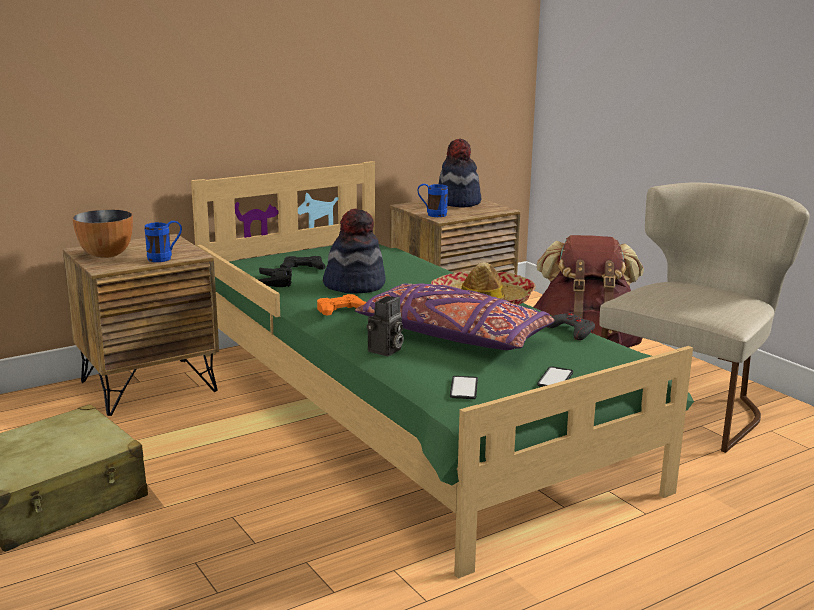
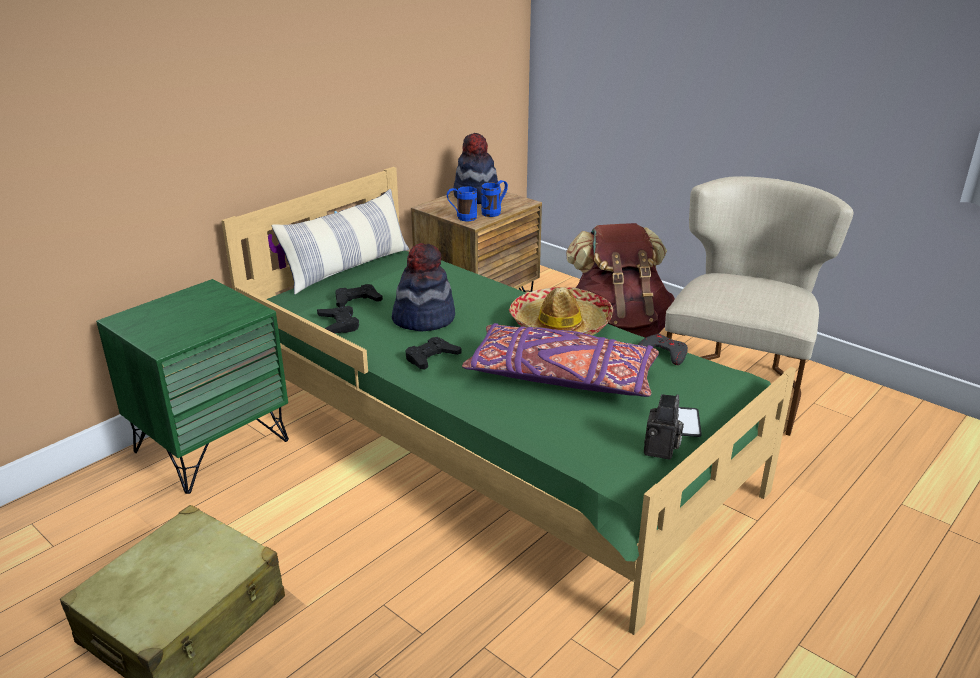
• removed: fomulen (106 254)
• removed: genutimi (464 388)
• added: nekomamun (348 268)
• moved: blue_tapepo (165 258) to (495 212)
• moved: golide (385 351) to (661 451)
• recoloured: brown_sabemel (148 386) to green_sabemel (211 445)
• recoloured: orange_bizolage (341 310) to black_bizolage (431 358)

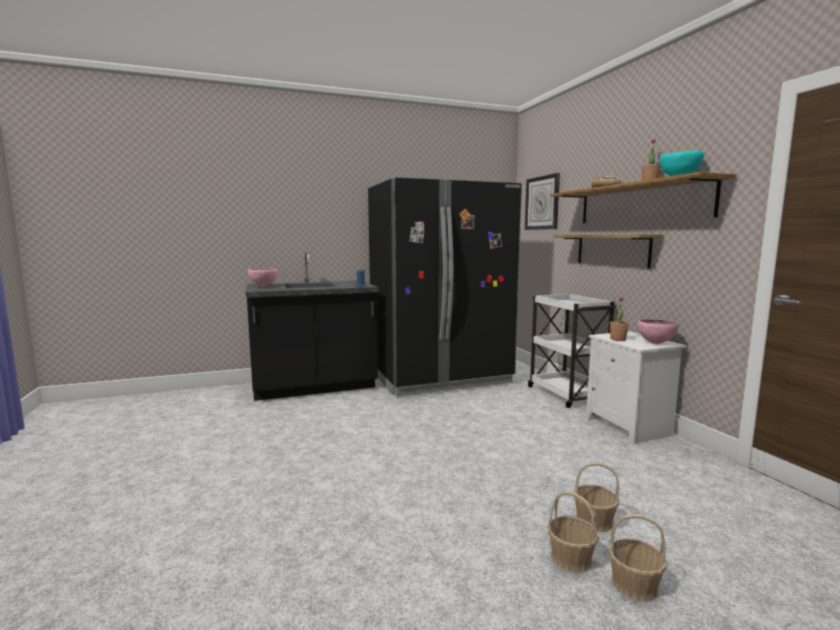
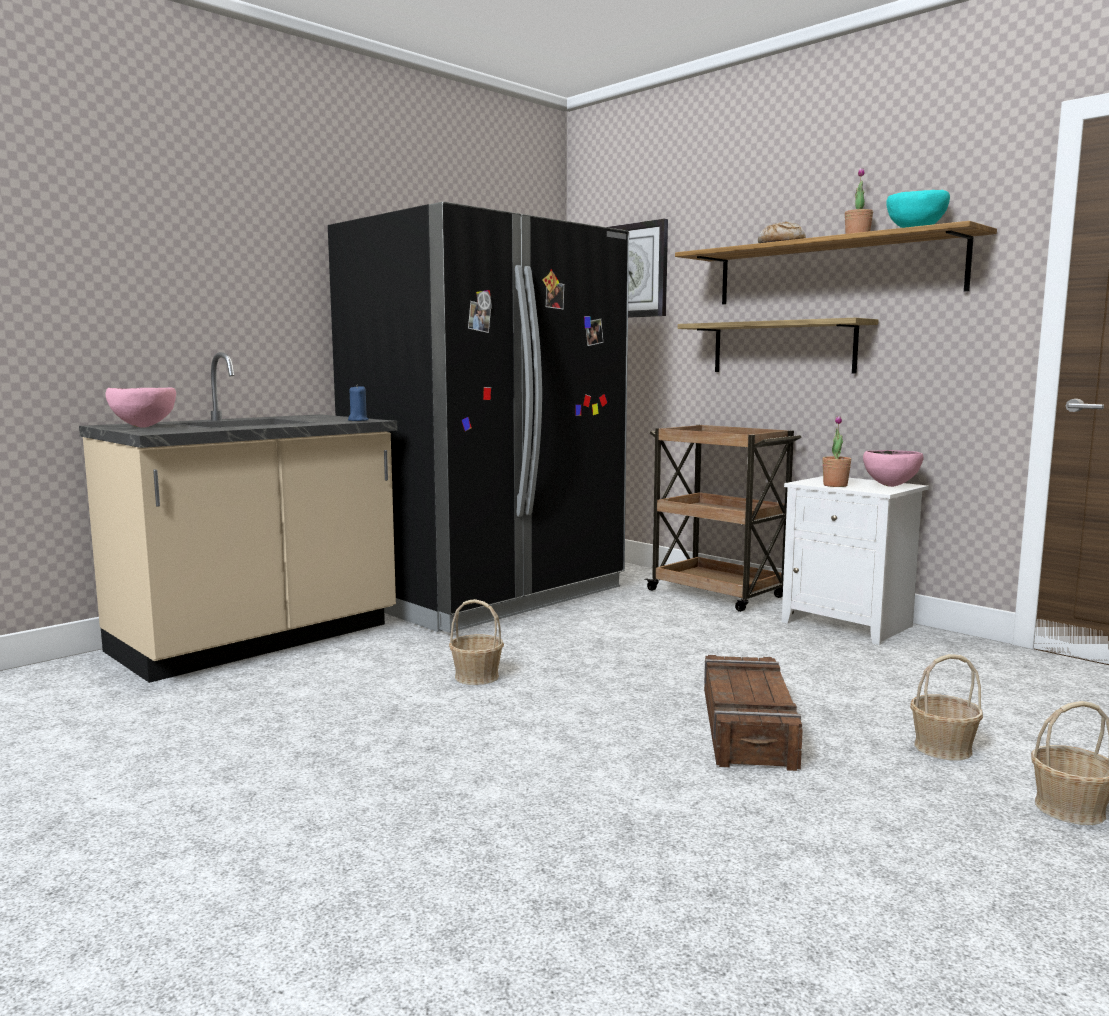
• added: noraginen (748 727)
• moved: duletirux (570 558) to (476 676)
• recoloured: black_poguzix (314 387) to beige_poguzix (257 640)
• recoloured: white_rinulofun (566 395) to brown_rinulofun (718 594)

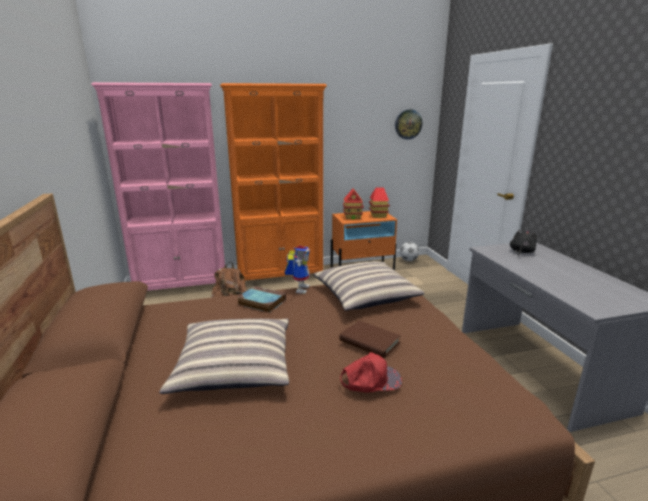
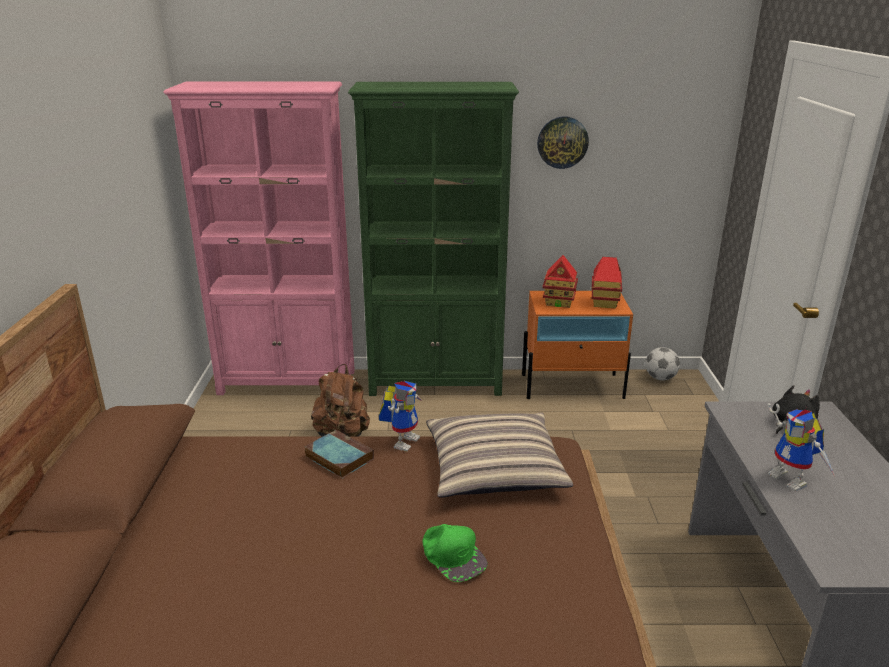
• removed: nekomamun (234 366)
• removed: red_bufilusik (370 379)
• added: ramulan (793 479)
• moved: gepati (408 124) to (562 142)
• replaced: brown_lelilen (369 342) to green_bufilusik (453 555)
• recoloured: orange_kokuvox (281 276) to green_kokuvox (436 383)

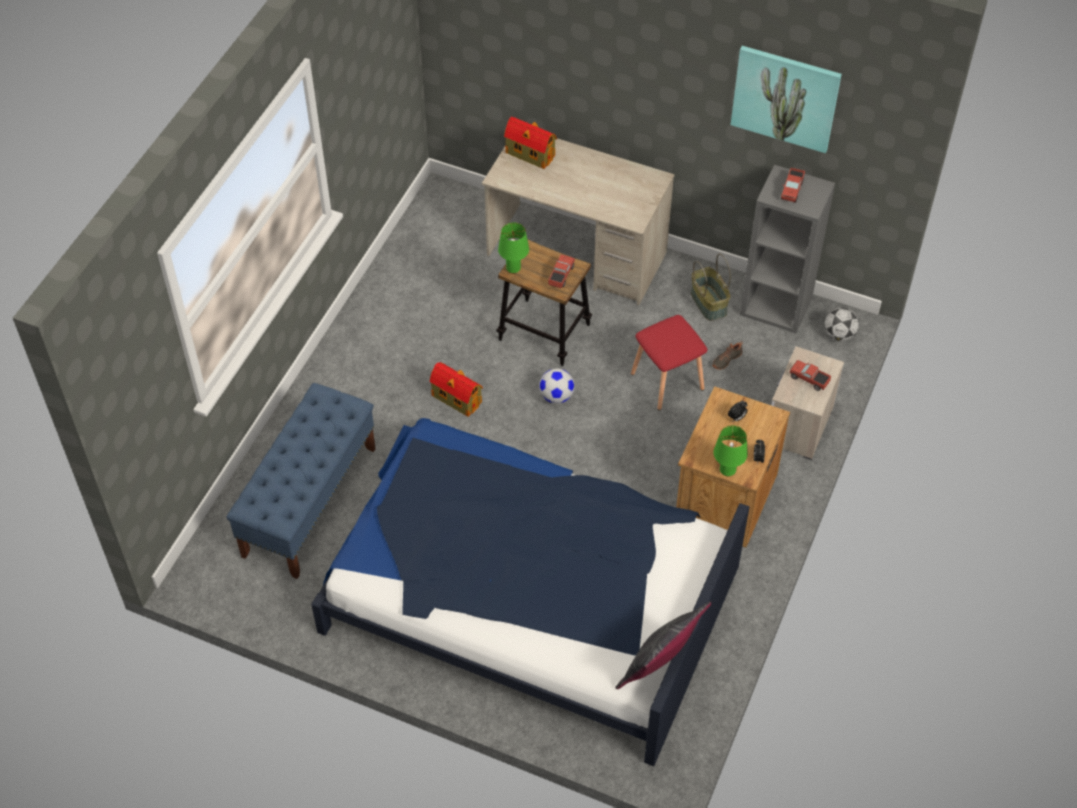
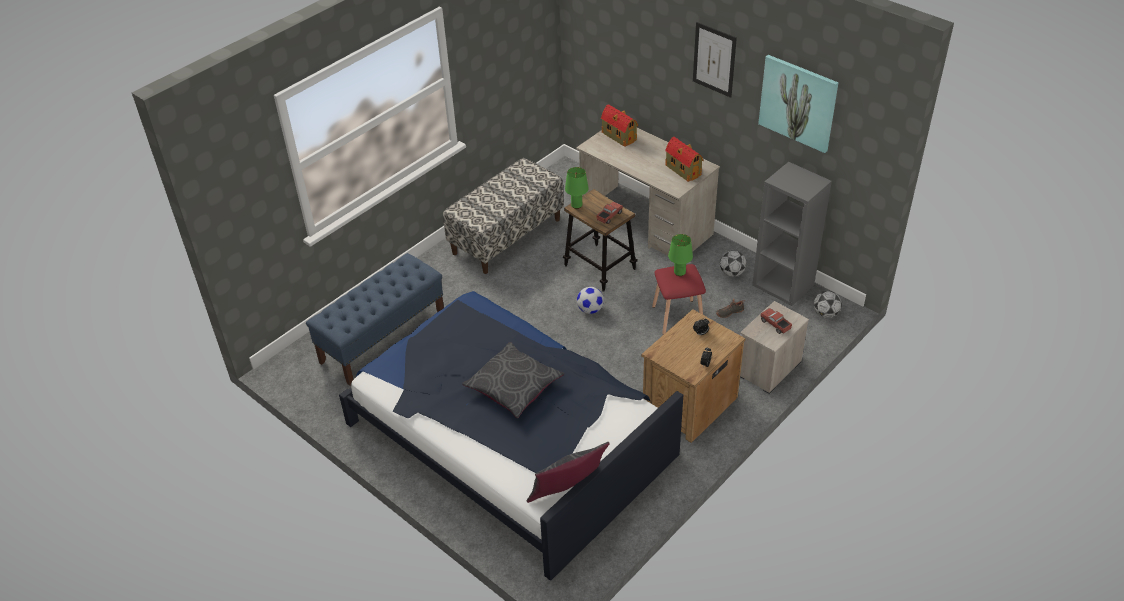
• removed: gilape (792 190)
• added: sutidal (506 236)
• added: grey_nekomamun (514 386)
• added: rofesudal (714 59)
• moved: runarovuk (456 398) to (682 170)
• moved: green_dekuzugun (728 471) to (680 273)
• replaced: duletirux (709 303) to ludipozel (732 273)

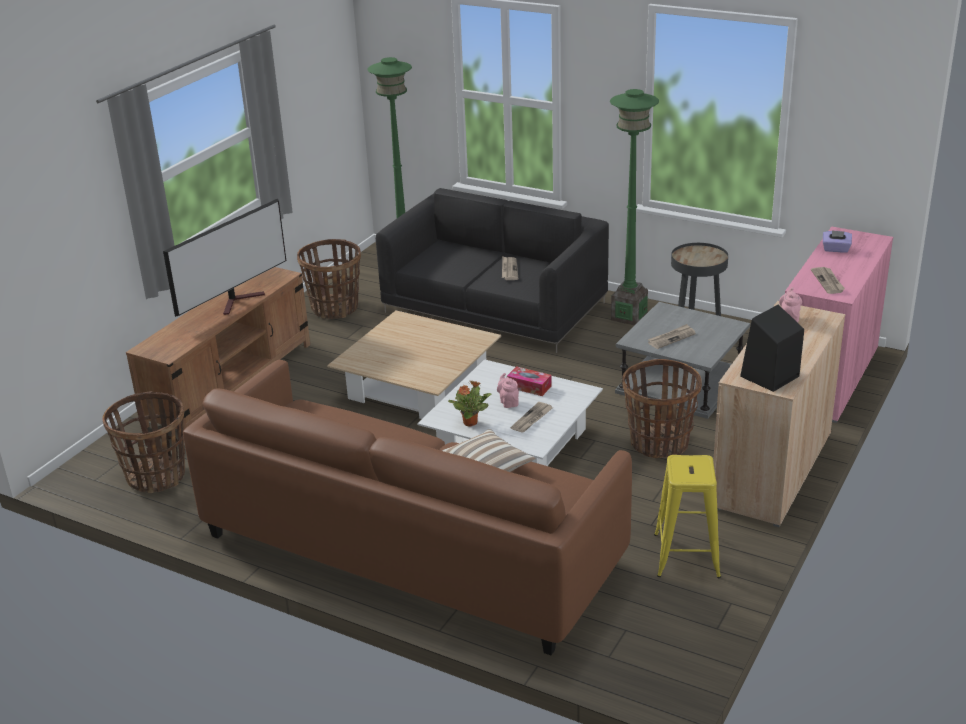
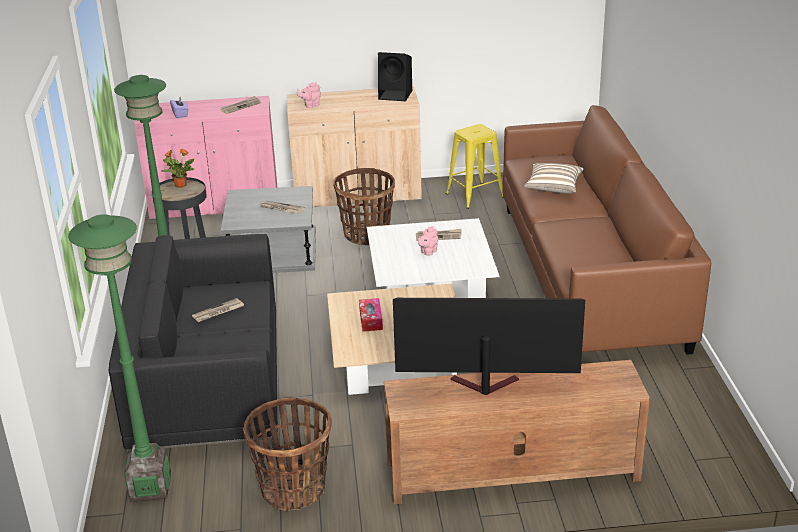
• removed: duletirux (156 476)
• moved: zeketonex (470 422) to (180 185)
• moved: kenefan (529 386) to (371 320)

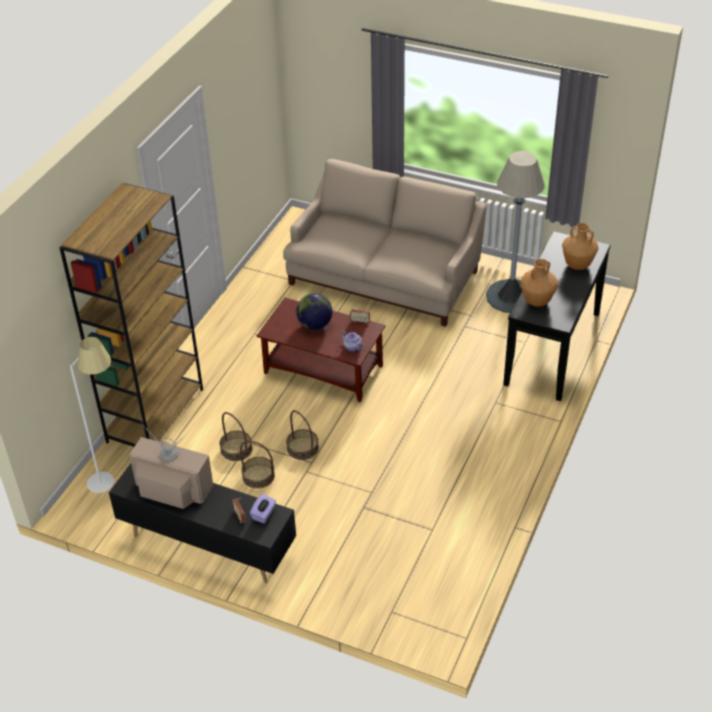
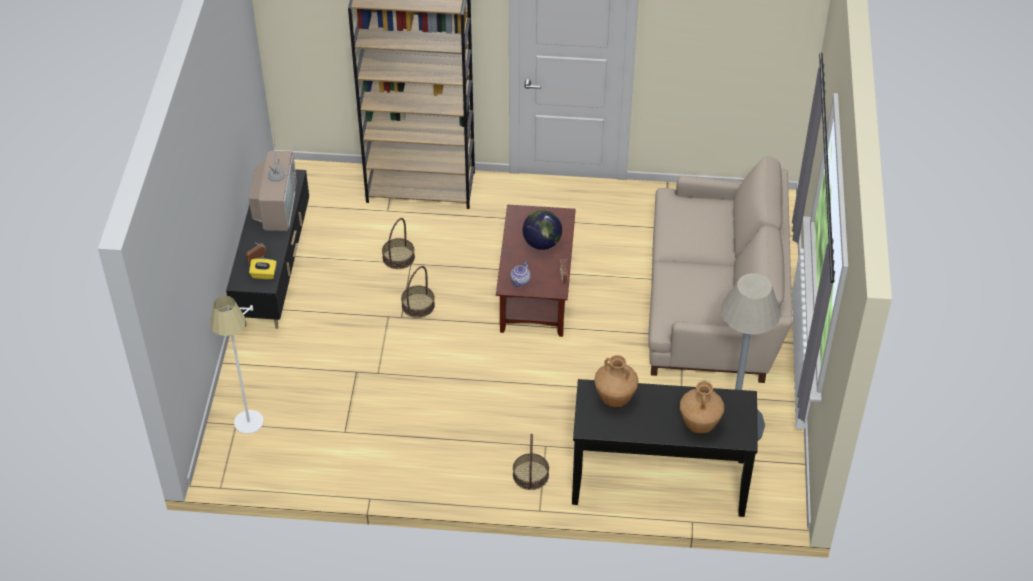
• moved: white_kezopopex (113 482) to (251 432)
• moved: duletirux (258 476) to (531 475)
• recoloured: purple_kenefan (264 514) to yellow_kenefan (264 274)

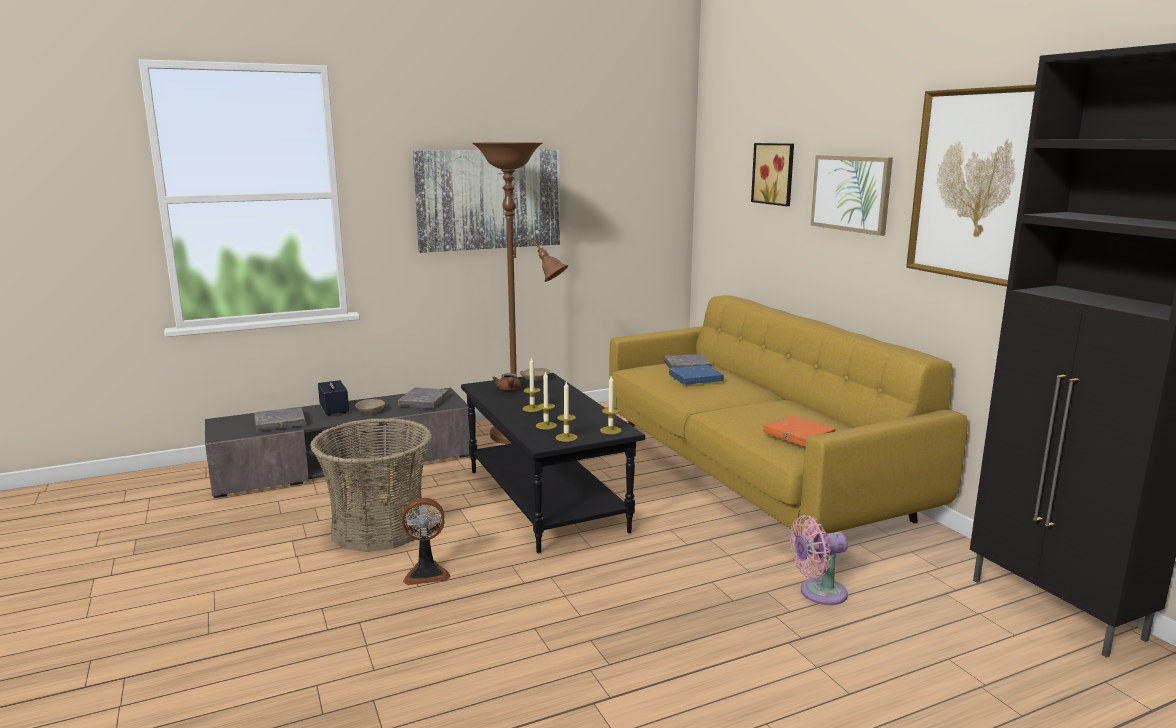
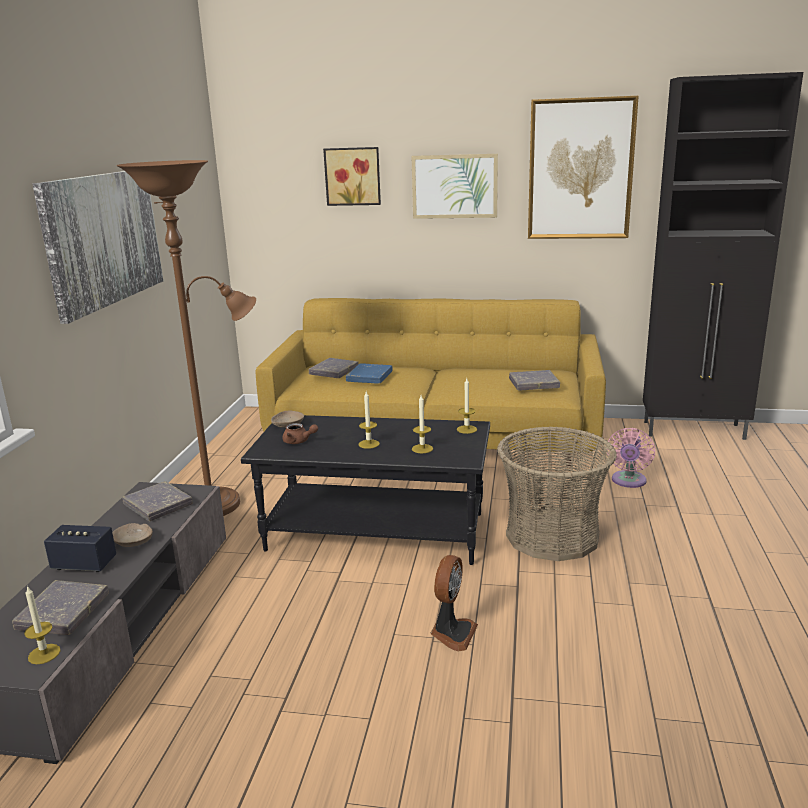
• moved: duletirux (379 528) to (552 535)
• moved: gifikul (566 437) to (44 654)
• recoloured: orange_lelilen (798 435) to grey_lelilen (533 384)

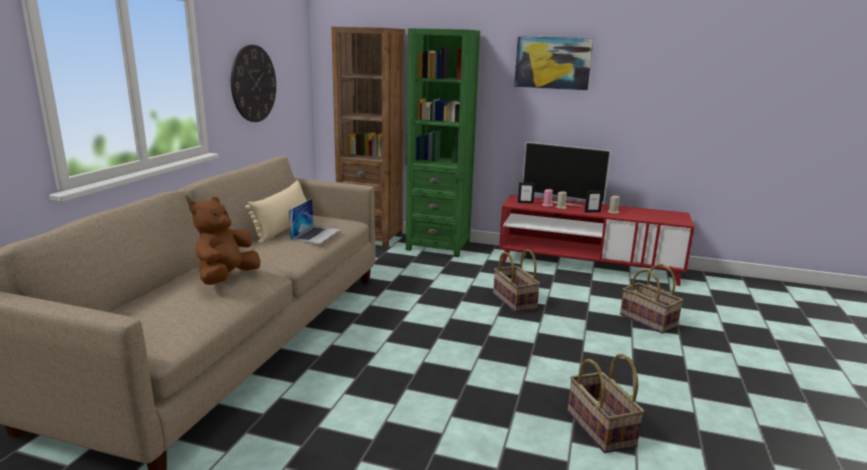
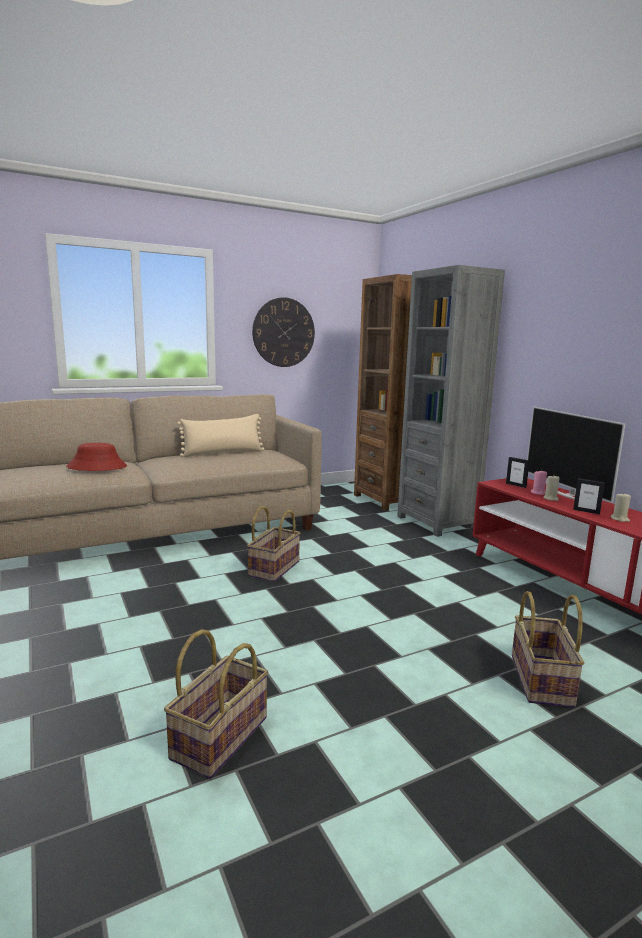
• removed: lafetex (316 234)
• removed: rofesudal (552 63)
• moved: duletirux (513 301) to (273 568)
• replaced: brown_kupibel (226 278) to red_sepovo (97 467)
• recoloured: green_kokuvox (438 246) to grey_kokuvox (437 522)

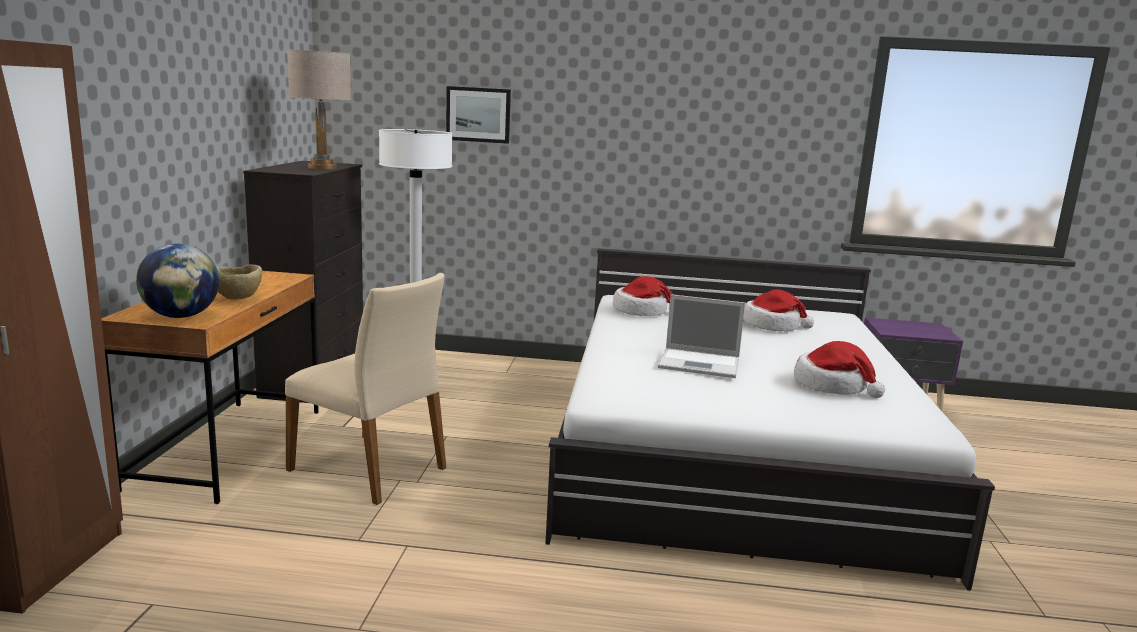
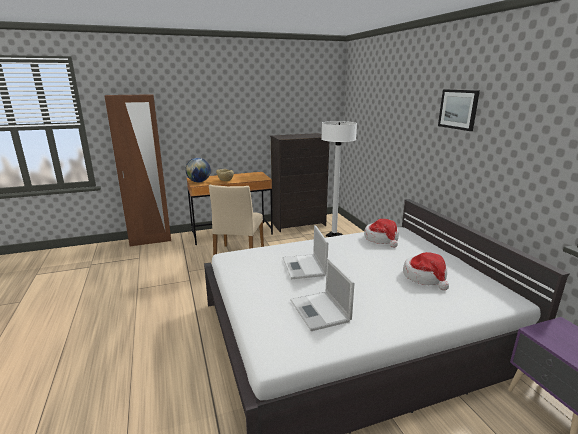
• removed: beige_dekuzugun (322 168)
• moved: rofesudal (478 114) to (458 109)
• replaced: sepovo (832 385) to lafetex (320 311)

